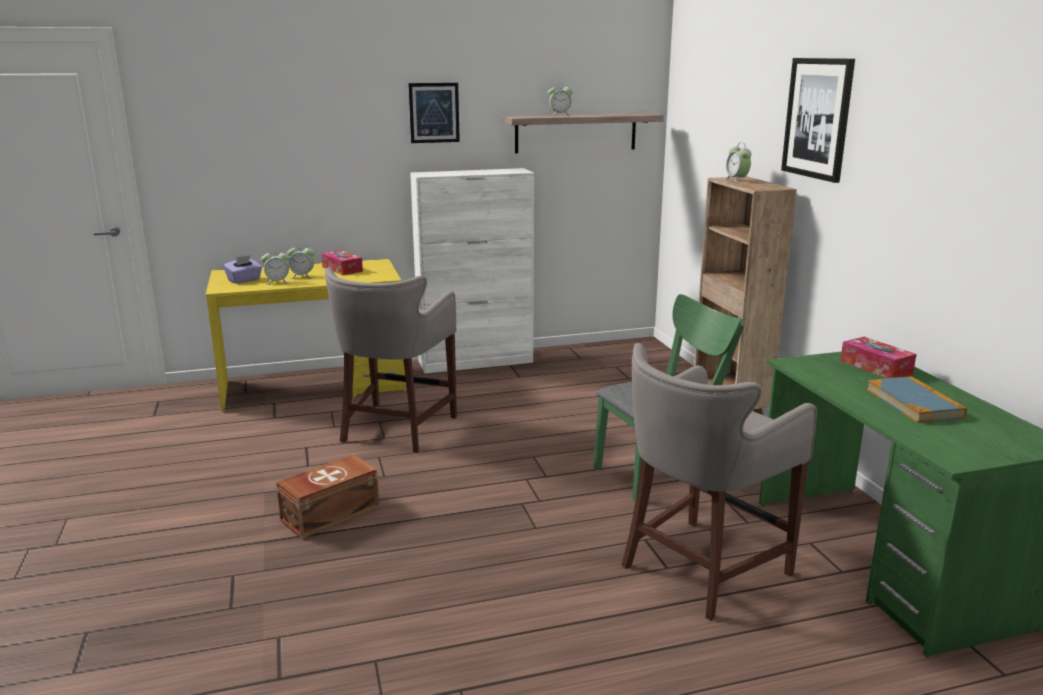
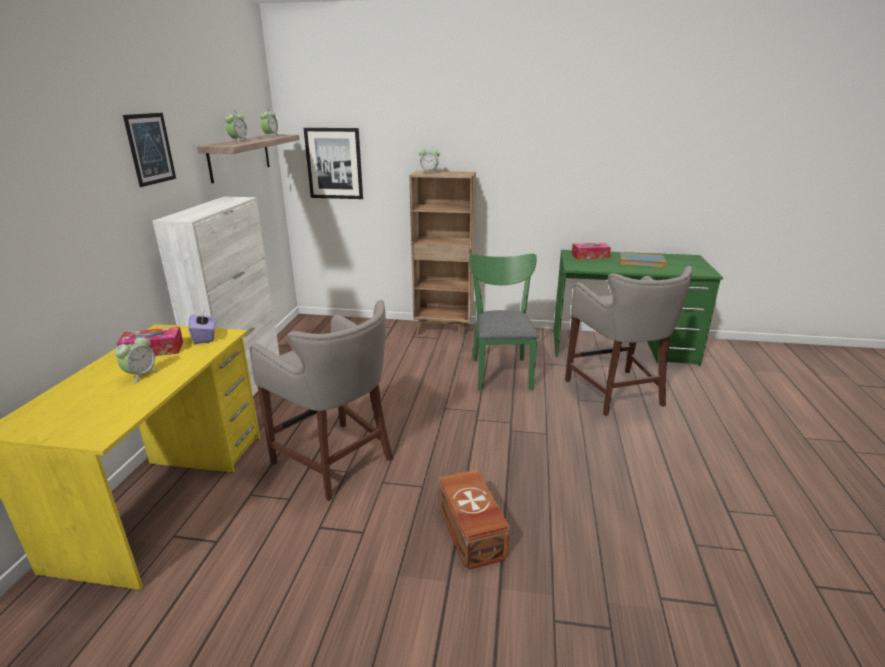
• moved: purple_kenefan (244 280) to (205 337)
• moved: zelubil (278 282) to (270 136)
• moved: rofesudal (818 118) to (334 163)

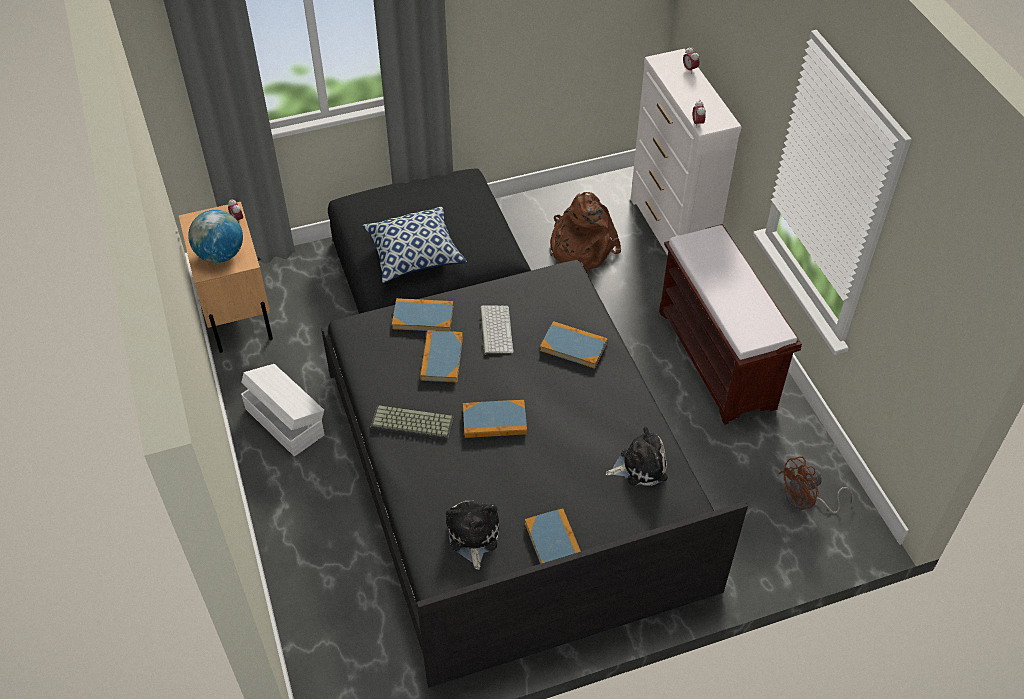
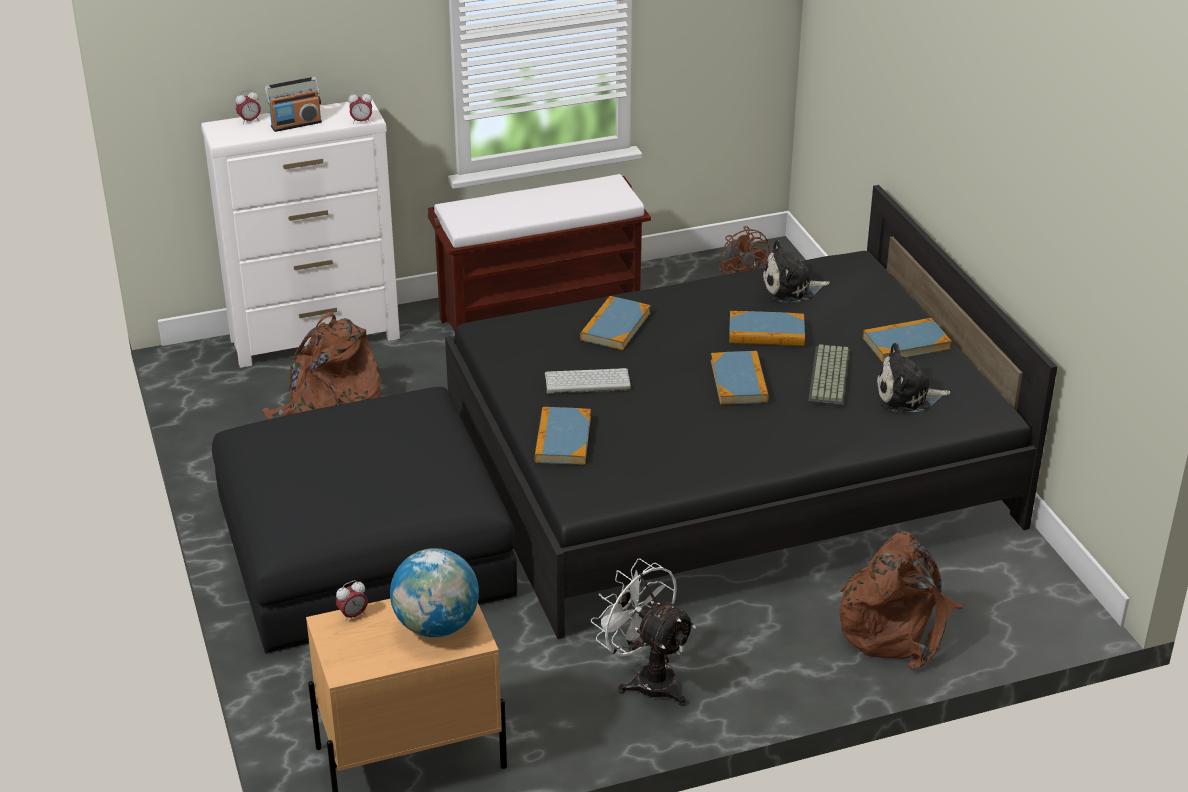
• removed: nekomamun (414 255)
• added: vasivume (296 124)
• added: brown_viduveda (896 627)
• moved: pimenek (411 424) to (831 377)
• moved: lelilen (441 358) to (766 332)
• replaced: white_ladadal (285 420) to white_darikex (646 678)
• turned: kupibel (640 466) = (791 288) 90 degrees counterclockwise

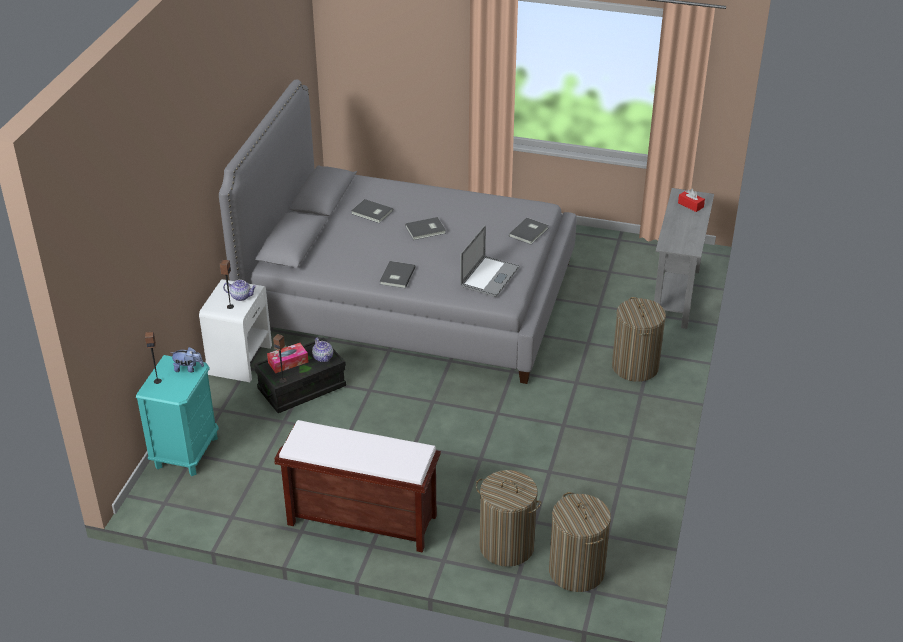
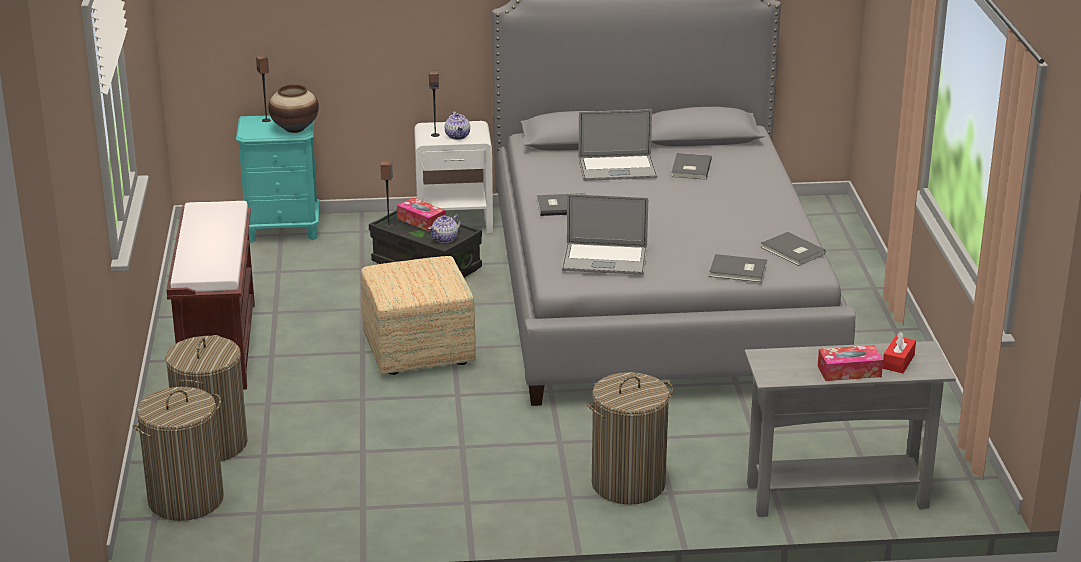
• added: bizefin (417 351)
• added: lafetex (617 168)
• added: kenefan (849 371)
• moved: grey_lelilen (426 230) to (792 251)
• replaced: kupibel (188 368) to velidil (295 129)

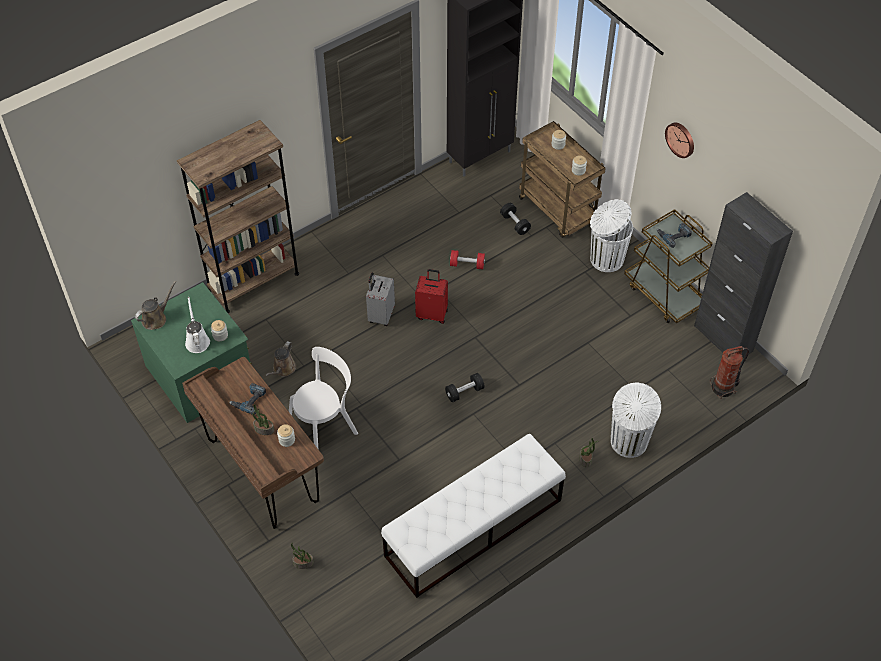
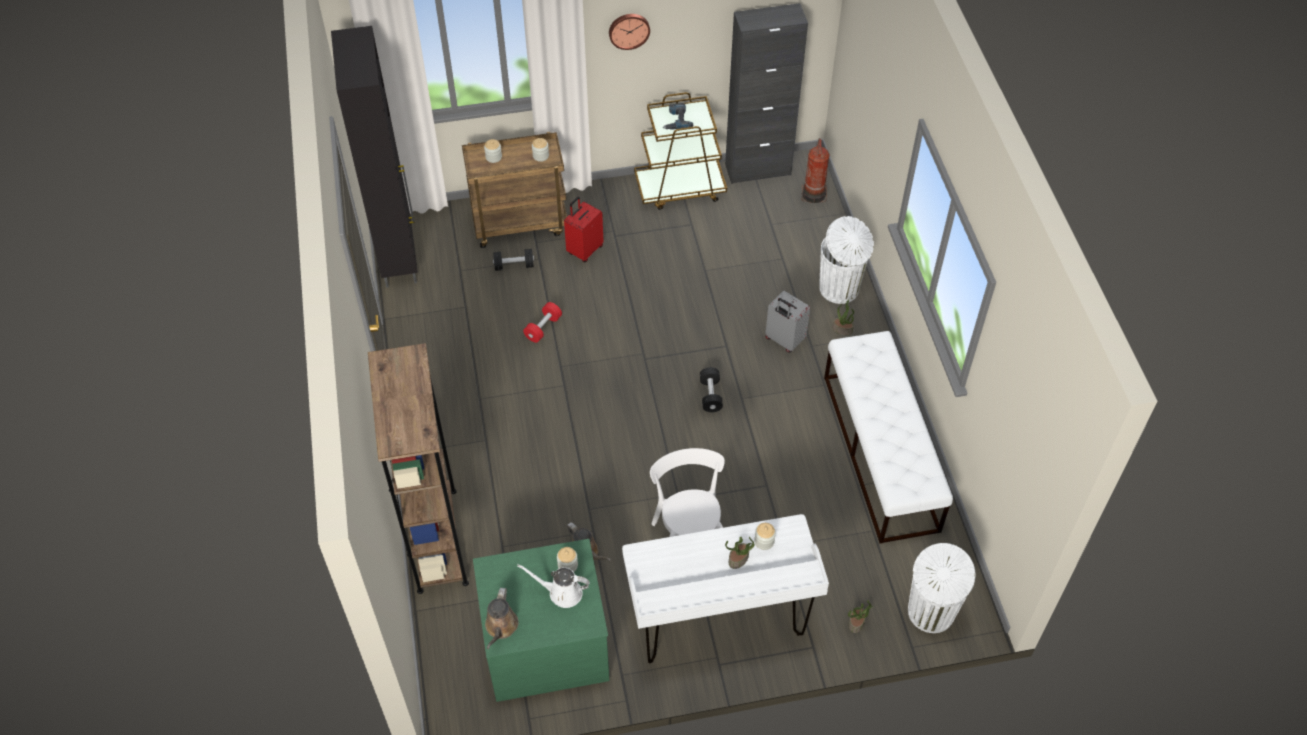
• removed: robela (249 400)
• moved: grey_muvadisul (380 315) to (784 340)
• moved: red_muvadisul (432 314) to (584 250)
• moved: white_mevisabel (605 259) to (930 613)
• recoloured: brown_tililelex (262 472) to white_tililelex (719 623)
• turned: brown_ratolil (156 318) = (501 627) 150 degrees counterclockwise

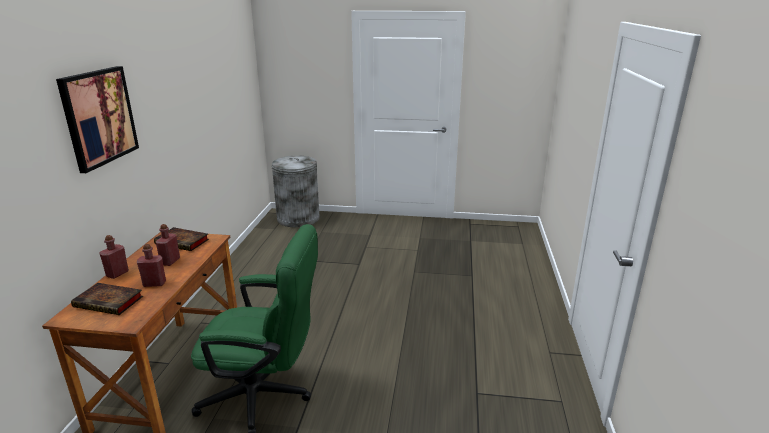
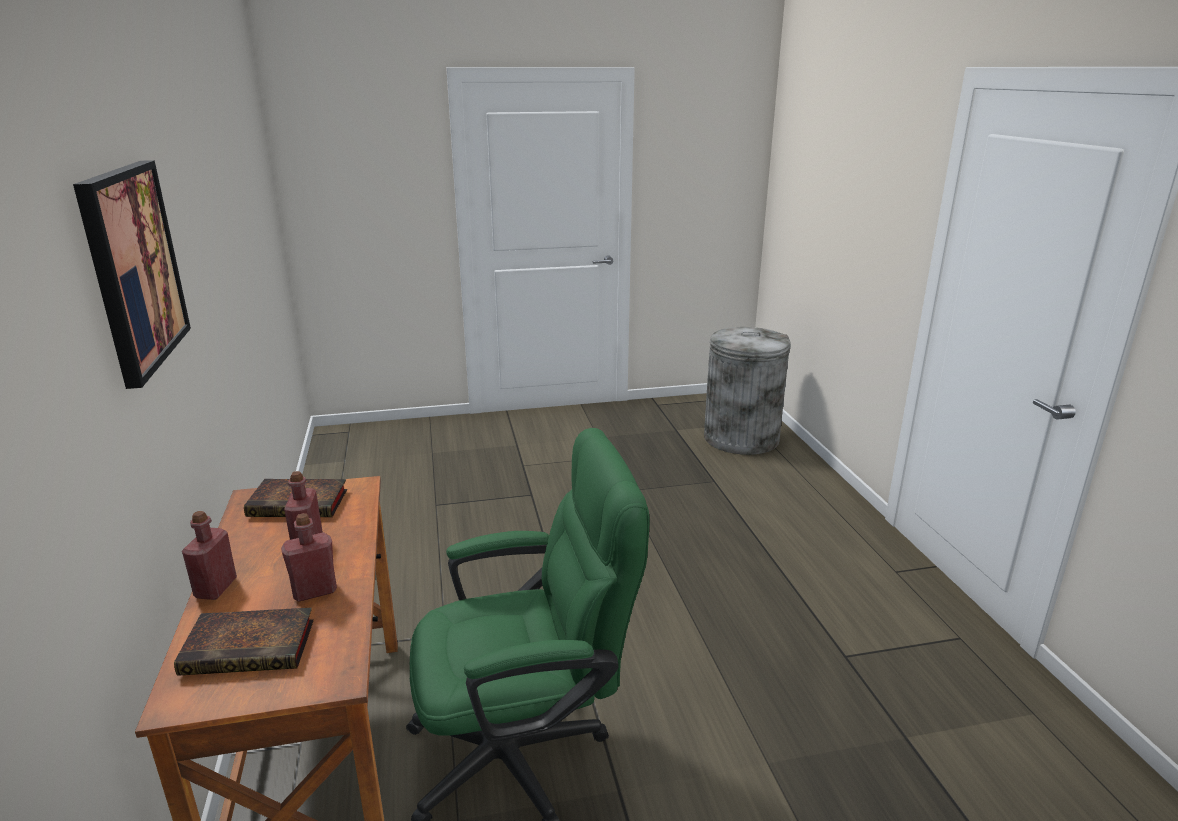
• moved: grey_mevisabel (298 218) to (741 438)

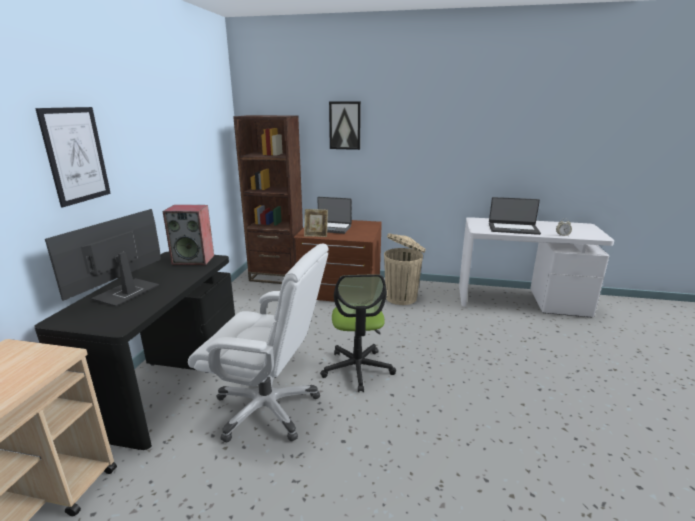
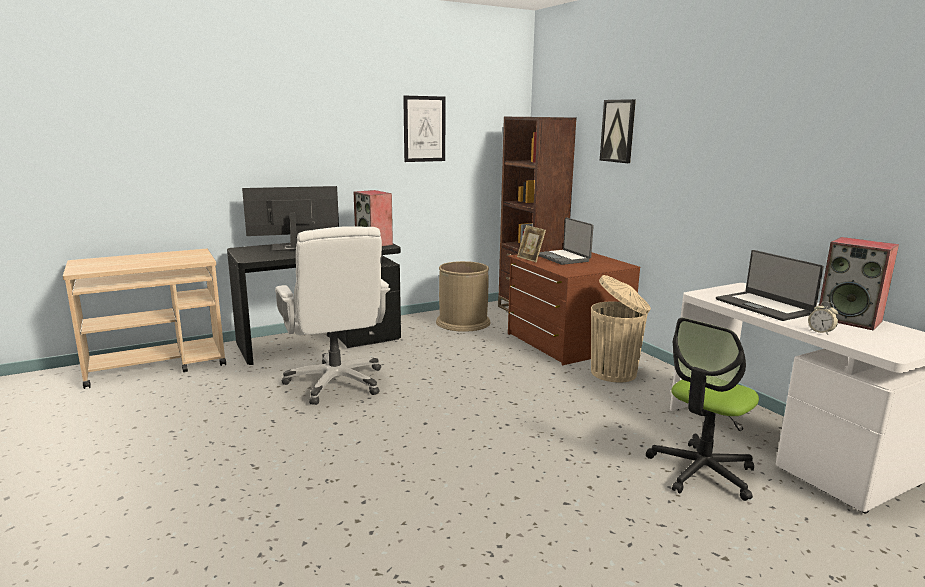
• added: brown_mevisabel (463 322)
• added: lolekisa (850 320)
• moved: rofesudal (76 155) to (424 129)
• moved: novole (357 369) to (701 471)

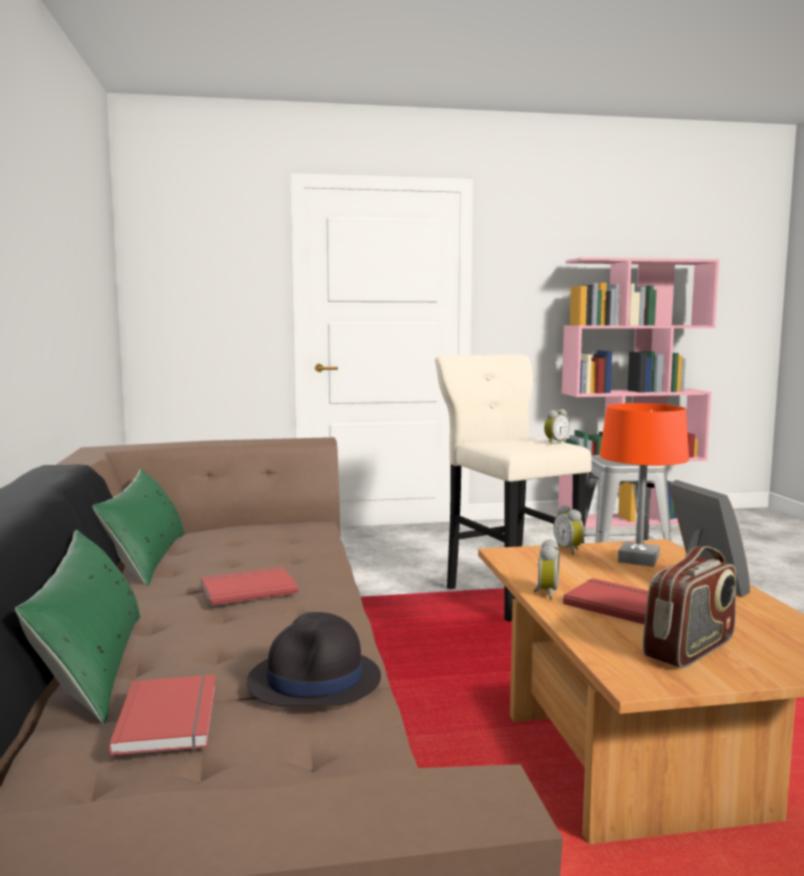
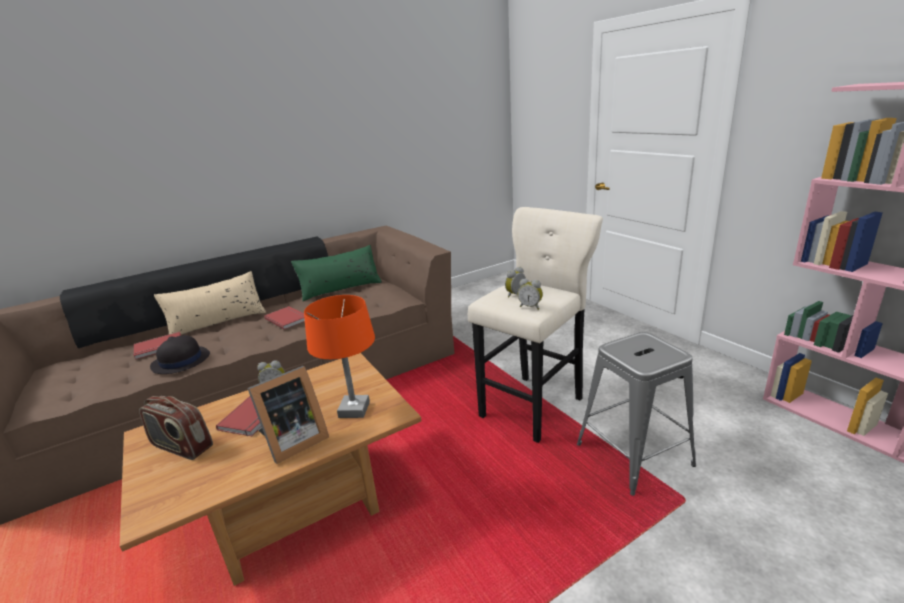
• moved: zelubil (569 550) to (517 295)
• recoloured: green_nekomamun (92 665) to beige_nekomamun (218 322)

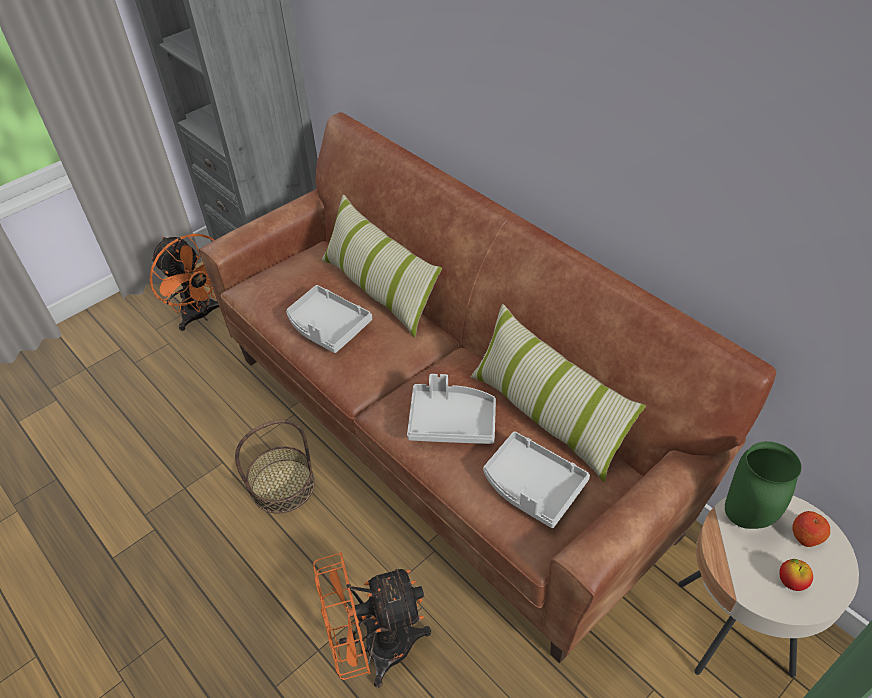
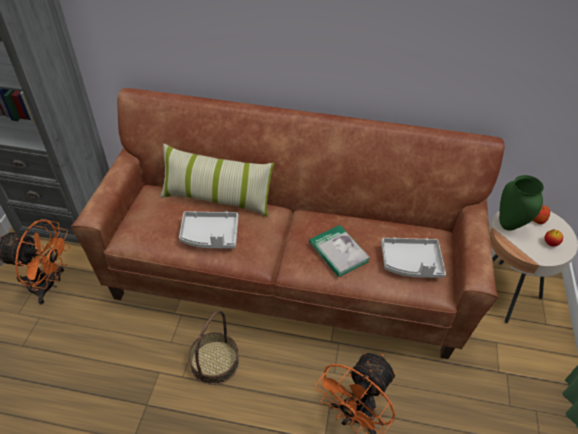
• removed: nekomamun (547 415)
• replaced: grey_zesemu (452 421) to lelilen (338 252)

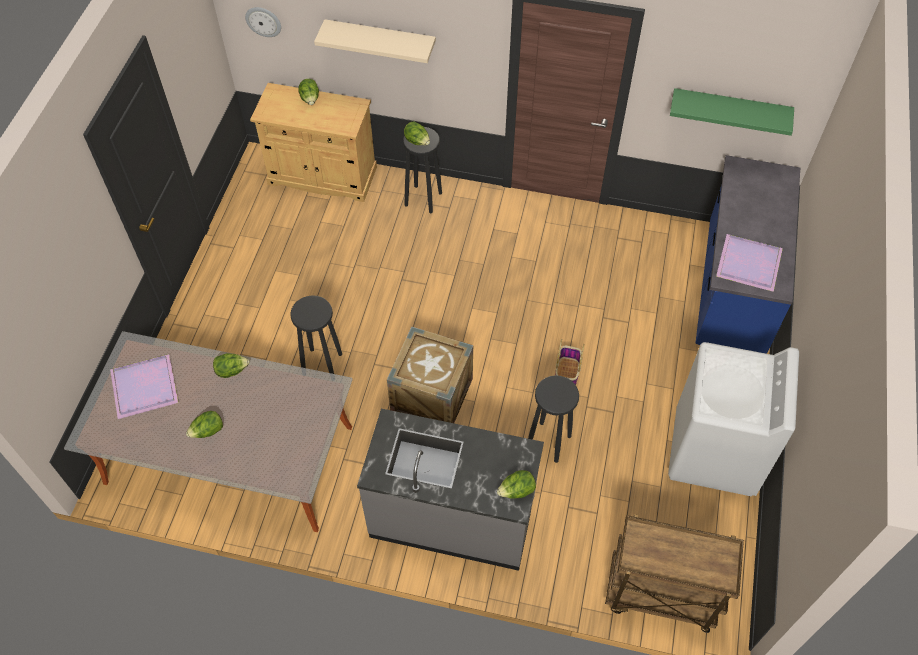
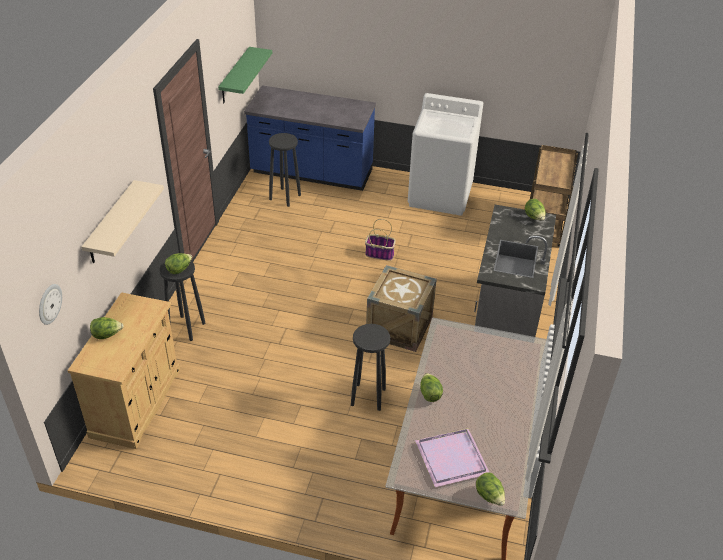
• removed: purple_zesemu (747 264)
• moved: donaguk (208 431) to (489 496)
• moved: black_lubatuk (549 442) to (285 197)

